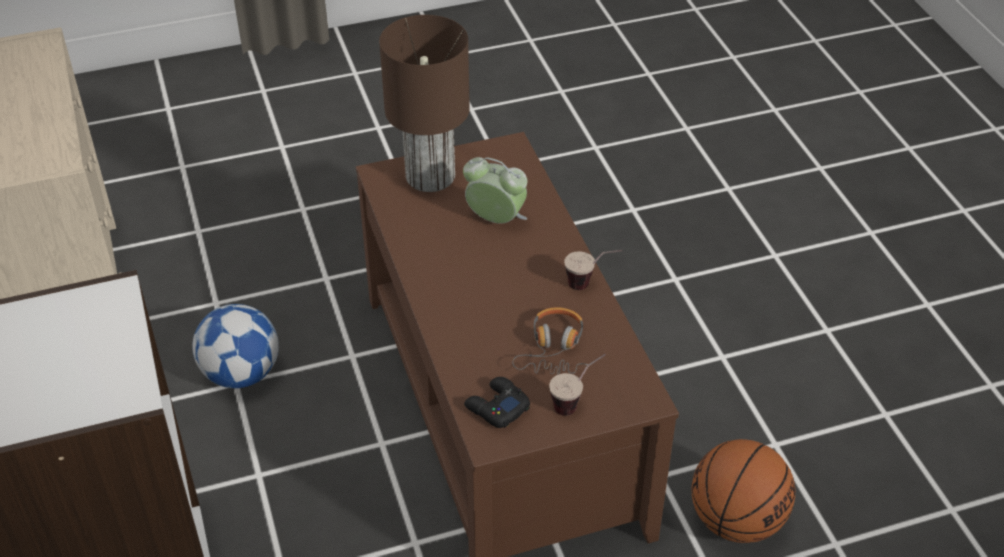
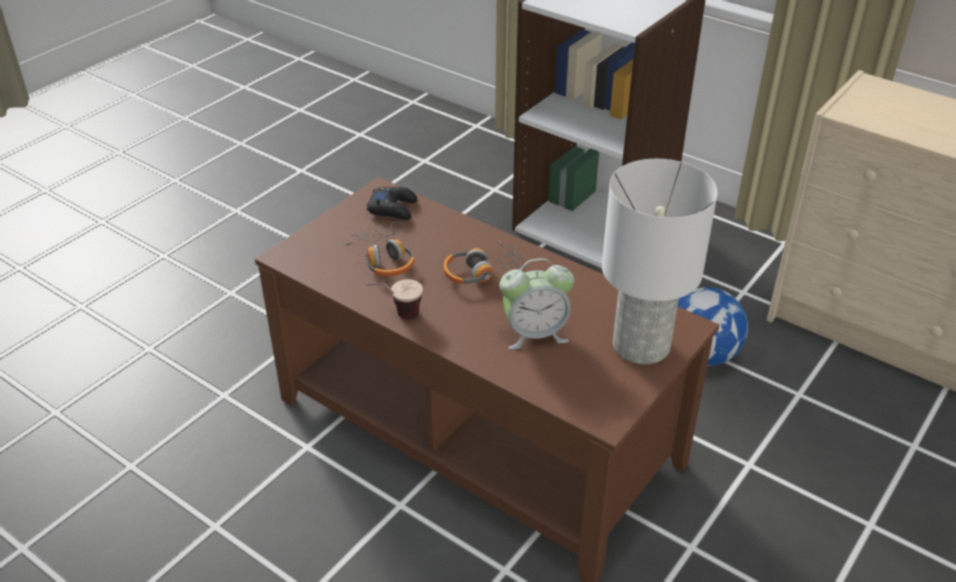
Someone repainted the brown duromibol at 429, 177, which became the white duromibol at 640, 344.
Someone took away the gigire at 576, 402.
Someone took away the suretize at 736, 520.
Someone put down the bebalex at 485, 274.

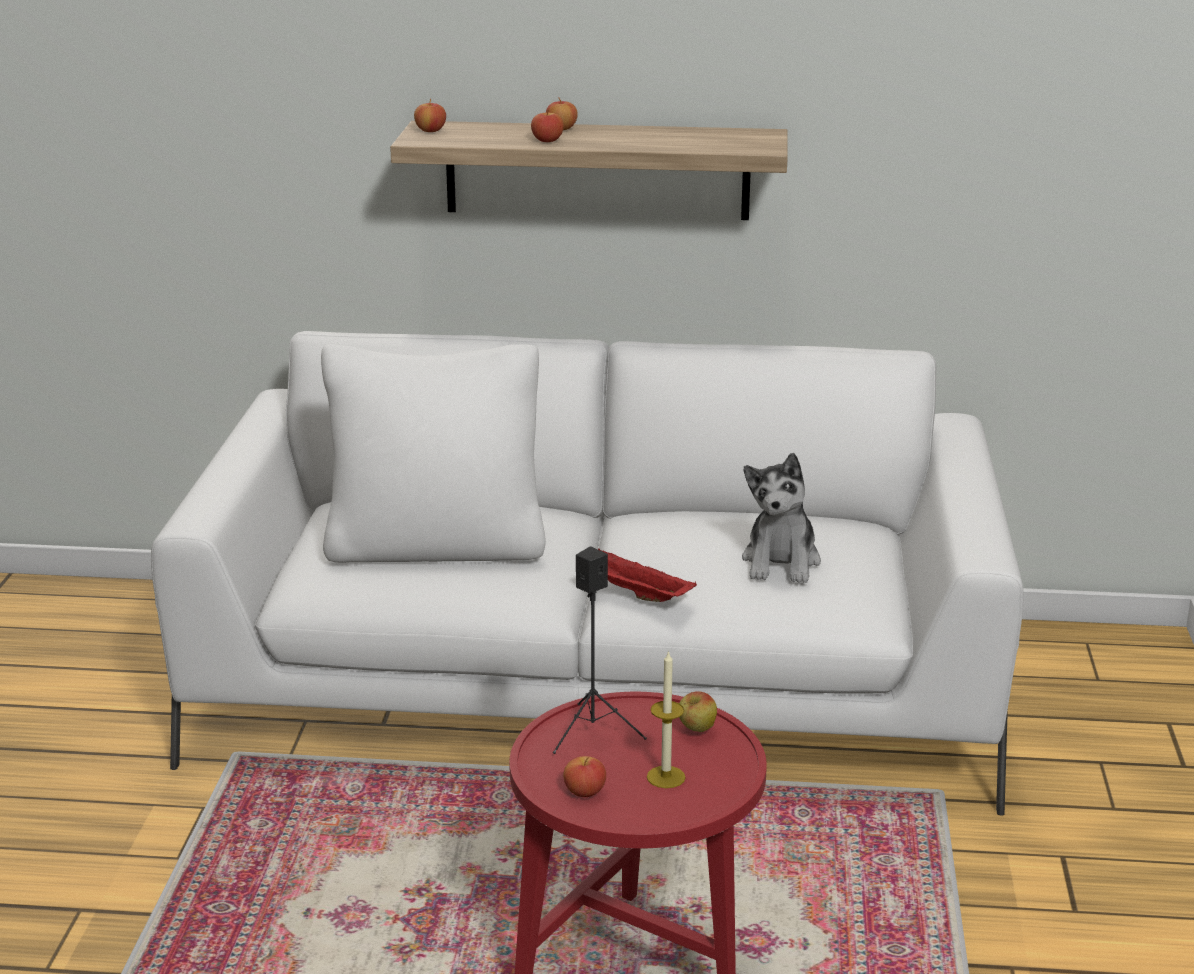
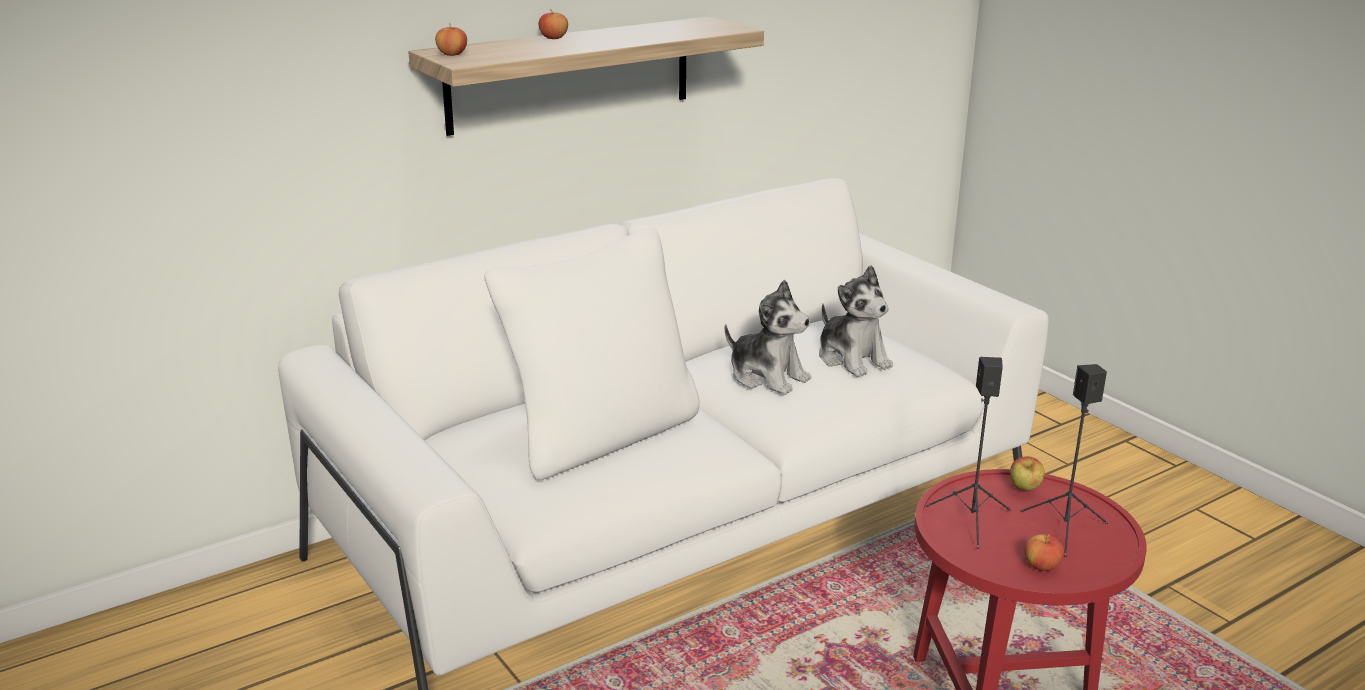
Someone took away the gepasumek at 547, 140.
Someone took away the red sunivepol at 634, 593.
Someone swapped the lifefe at 666, 777 for the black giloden at 1064, 530.
Someone put down the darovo at 767, 377.

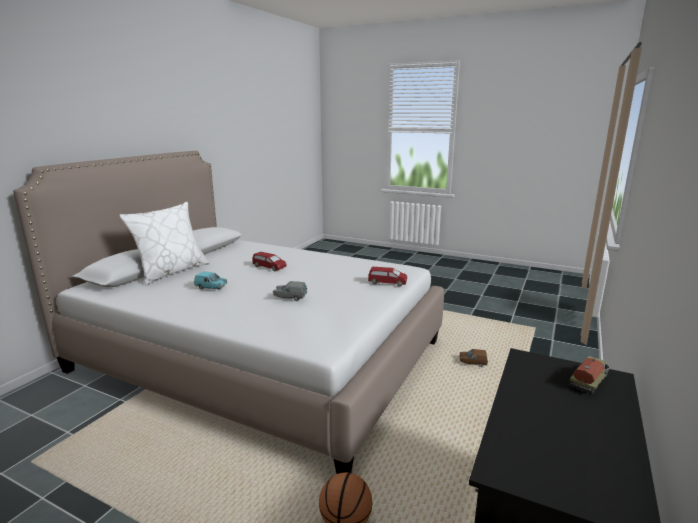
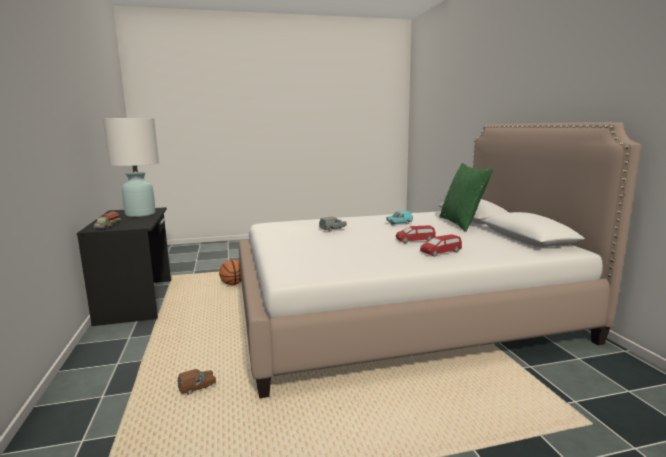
Someone repainted the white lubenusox at 171, 272, which became the green lubenusox at 462, 223.
Someone carried the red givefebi from 387, 282 to 441, 252.
Someone put down the white duromibol at 140, 214.

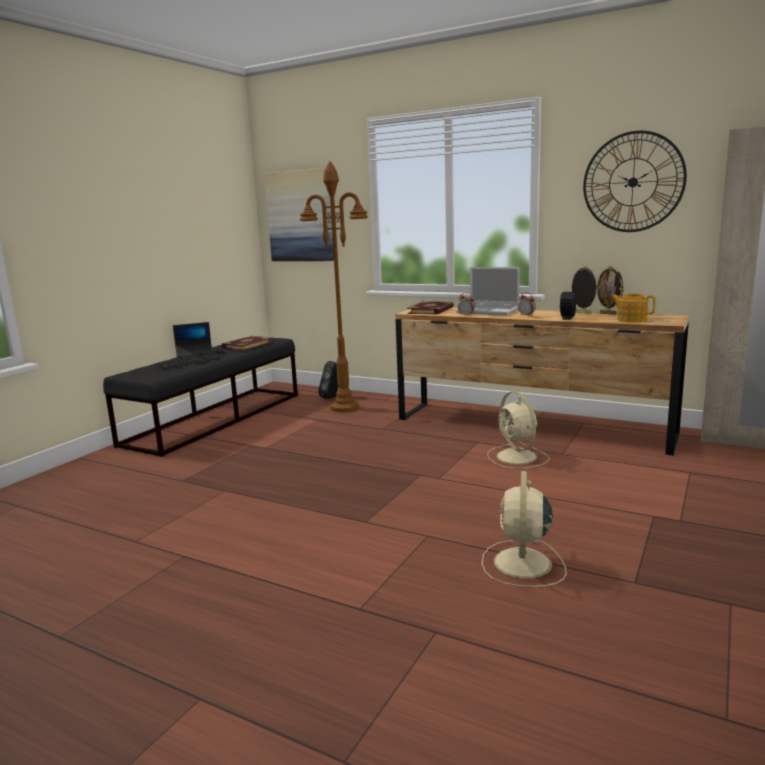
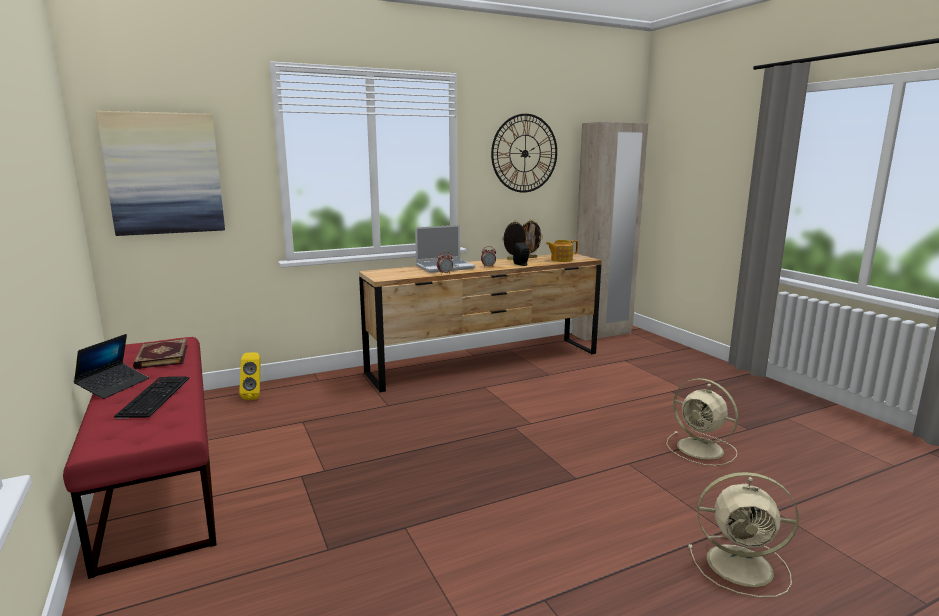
Someone repainted the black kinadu at 216, 418, which became the red kinadu at 161, 471.
Someone took away the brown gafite at 344, 408.
Someone repainted the black giloden at 332, 397, which became the yellow giloden at 254, 396.
Someone took away the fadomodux at 431, 310.
Someone carried the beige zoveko from 517, 457 to 742, 565.

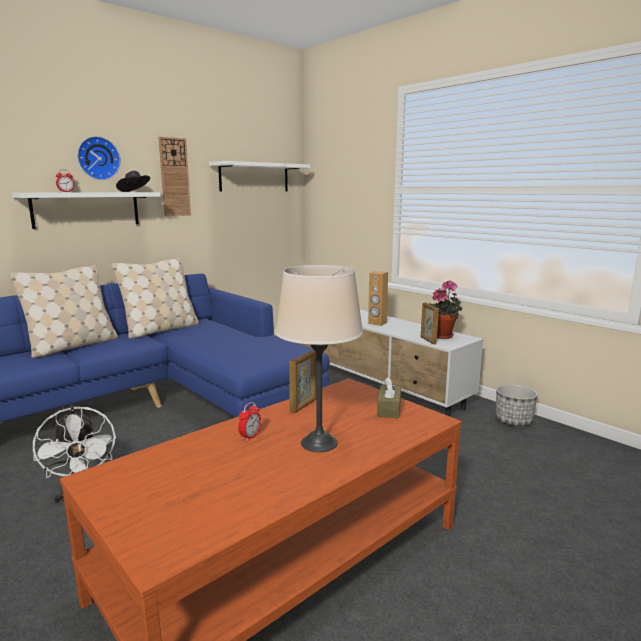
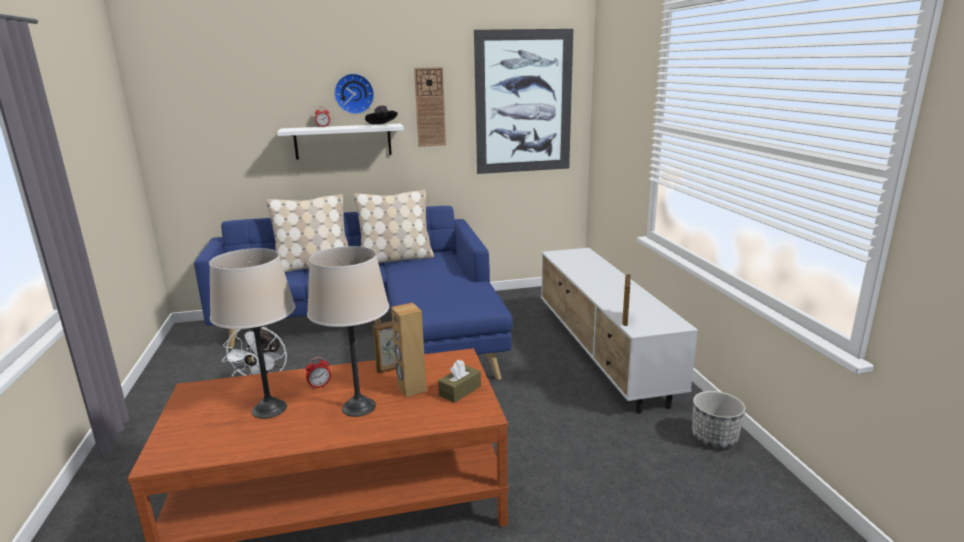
Someone swapped the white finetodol at 254, 177 for the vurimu at 523, 102.
Someone carried the brown giloden from 377, 323 to 411, 388.
Someone took away the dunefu at 444, 336.
Someone put down the beige duromibol at 269, 409.

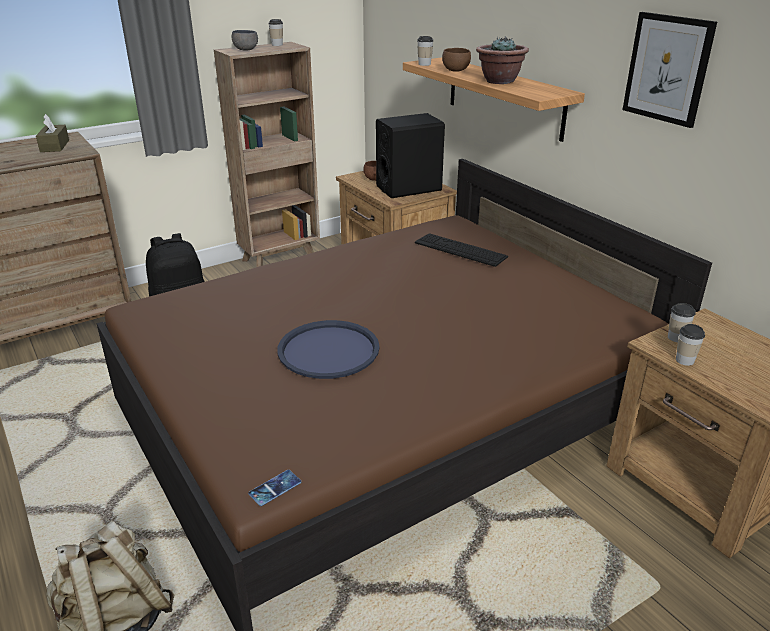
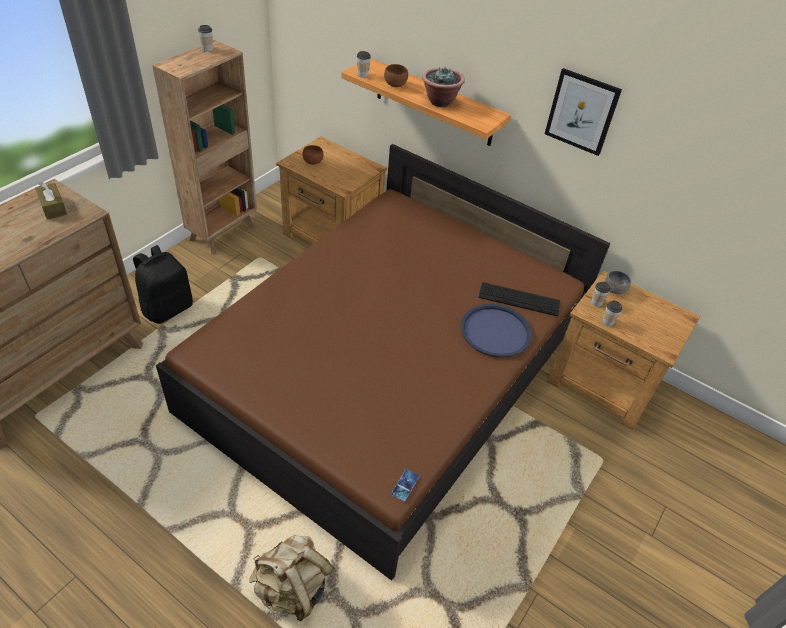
Someone carried the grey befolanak from 246, 49 to 614, 289.
Someone carried the blue sunivepol from 328, 350 to 495, 331.
Someone took away the black giloden at 409, 188.
Someone carried the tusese from 460, 250 to 519, 299.

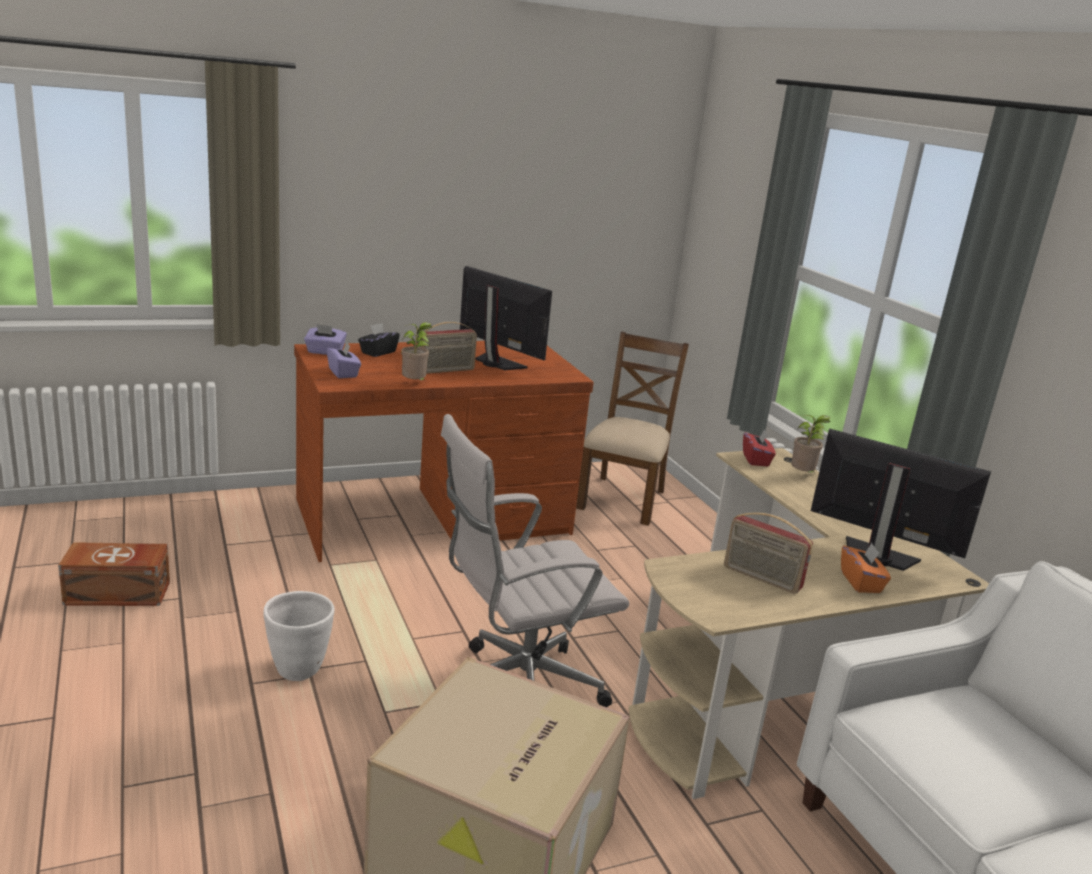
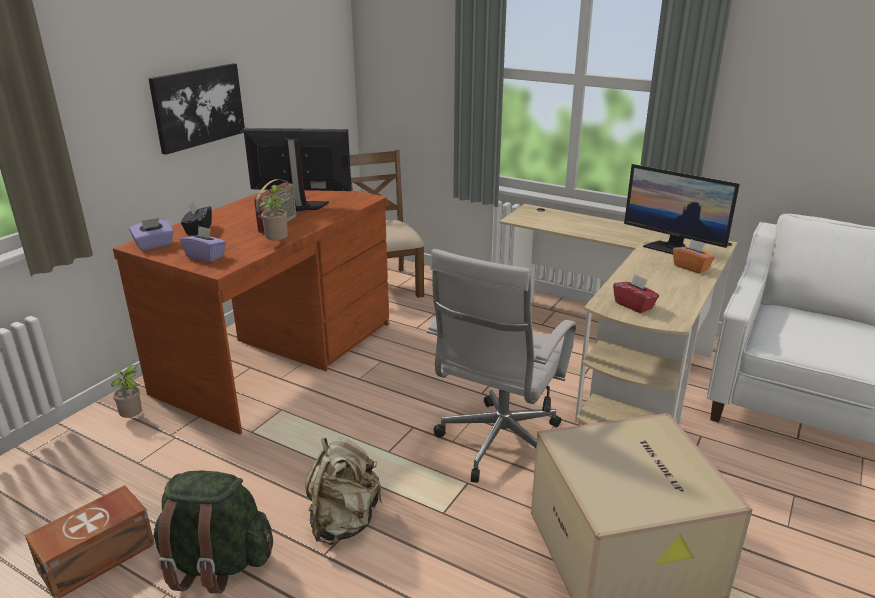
Someone swapped the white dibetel at 299, 669 for the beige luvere at 344, 522.
Someone took away the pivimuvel at 761, 578.
Someone carried the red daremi from 756, 460 to 634, 305.
Someone carried the dunefu from 803, 476 to 134, 418.
Someone rotated the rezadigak at 878, 556 by 135 degrees counterclockwise.
Someone put up the vurimu at 198, 106.
Someone put down the green luvere at 216, 563.

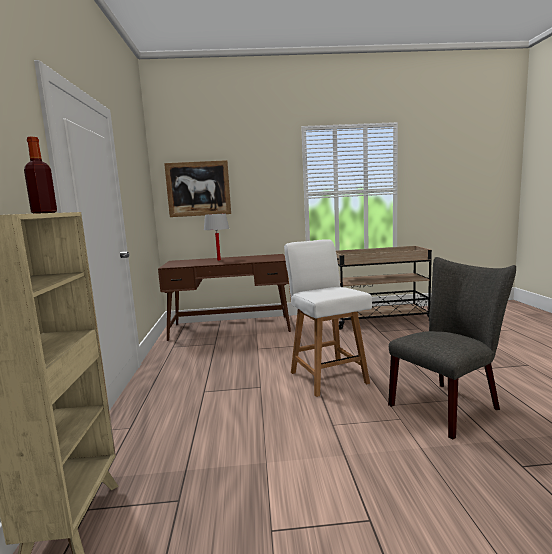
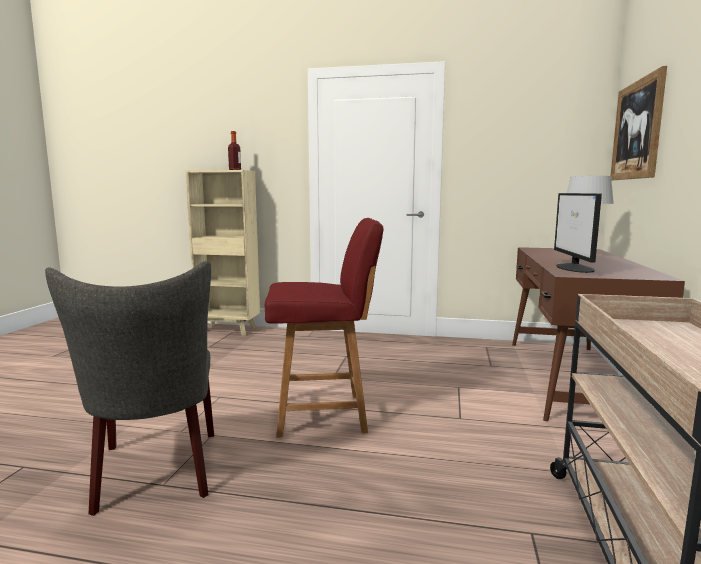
Someone repainted the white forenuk at 327, 377, which became the red forenuk at 324, 415.
Someone put down the rezadigak at 574, 268.

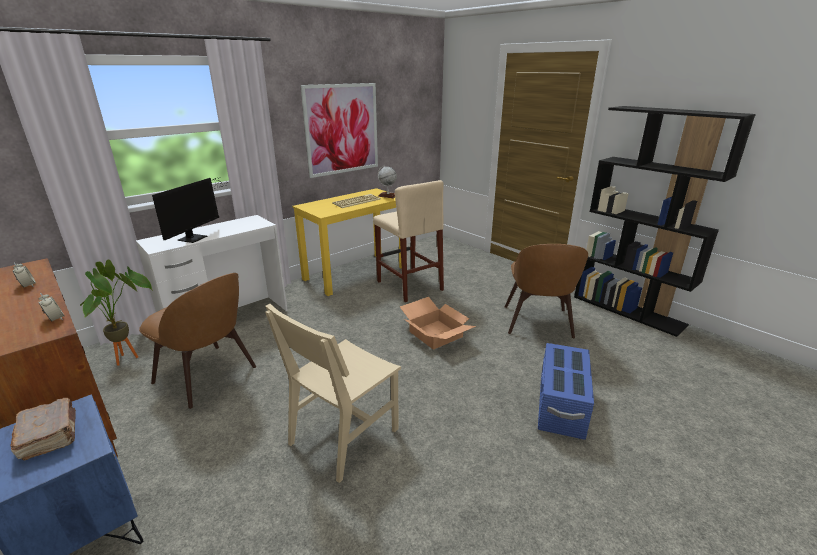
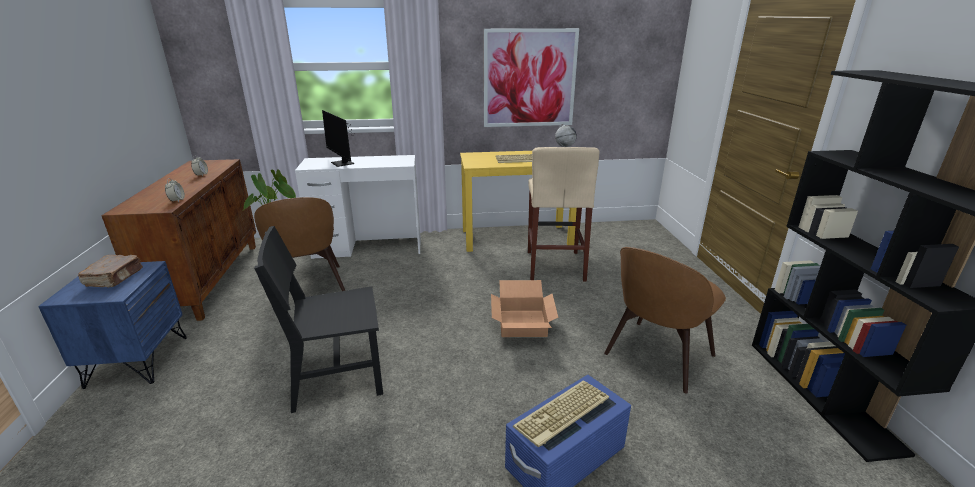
Someone rotated the rezadigak at 196, 237 by 90 degrees clockwise.
Someone repainted the beige forenuk at 344, 436, which became the black forenuk at 337, 378.
Someone put down the tusese at 562, 414.

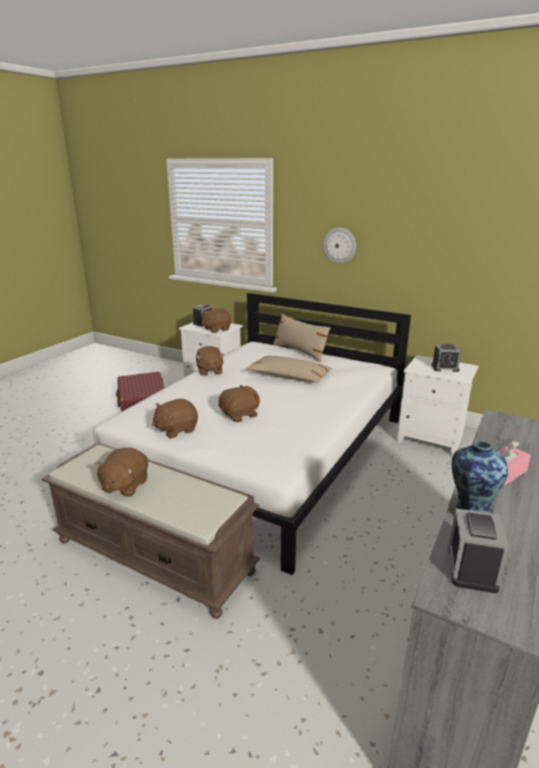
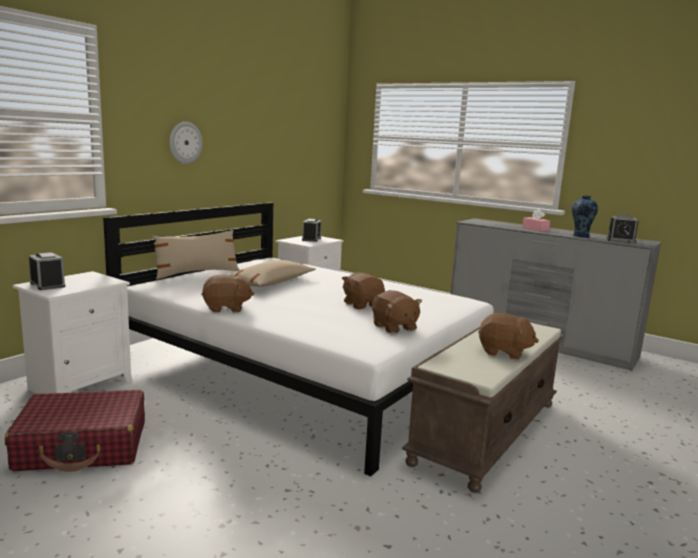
Someone took away the brown darovo at 216, 329.

